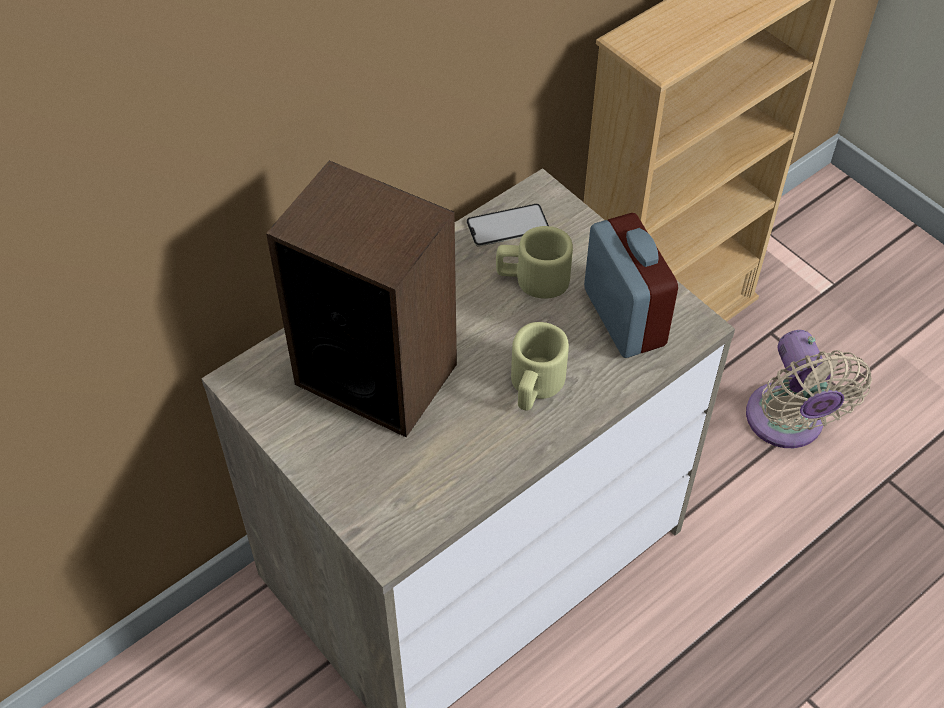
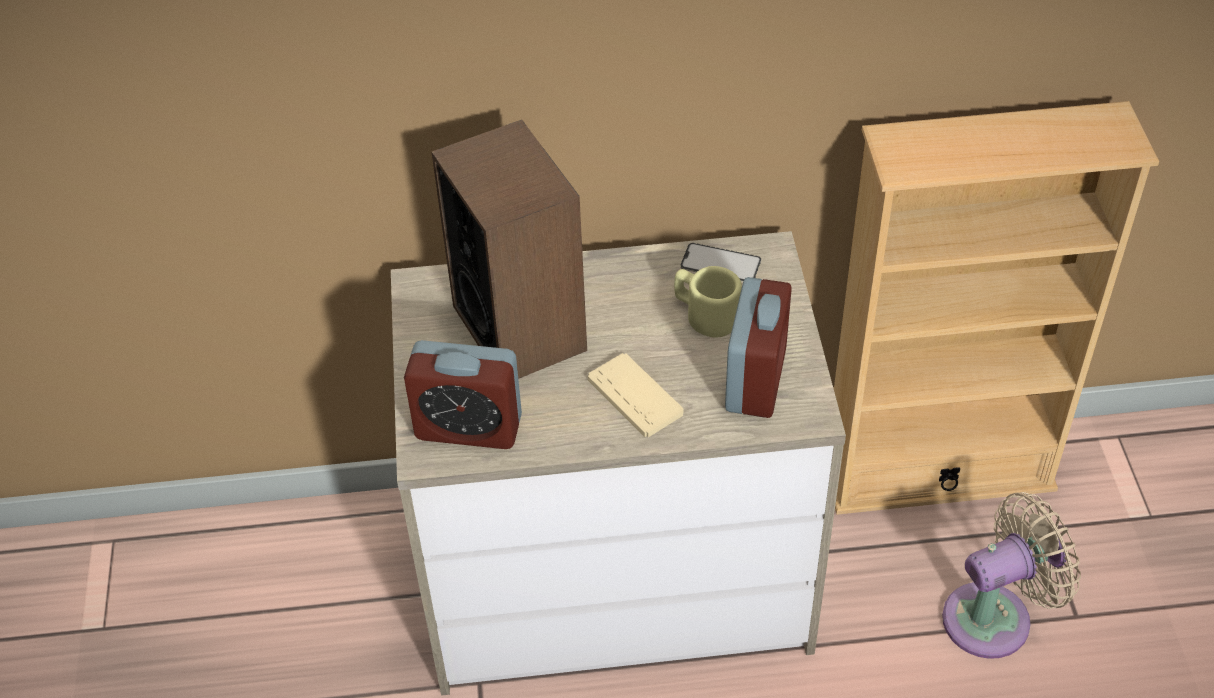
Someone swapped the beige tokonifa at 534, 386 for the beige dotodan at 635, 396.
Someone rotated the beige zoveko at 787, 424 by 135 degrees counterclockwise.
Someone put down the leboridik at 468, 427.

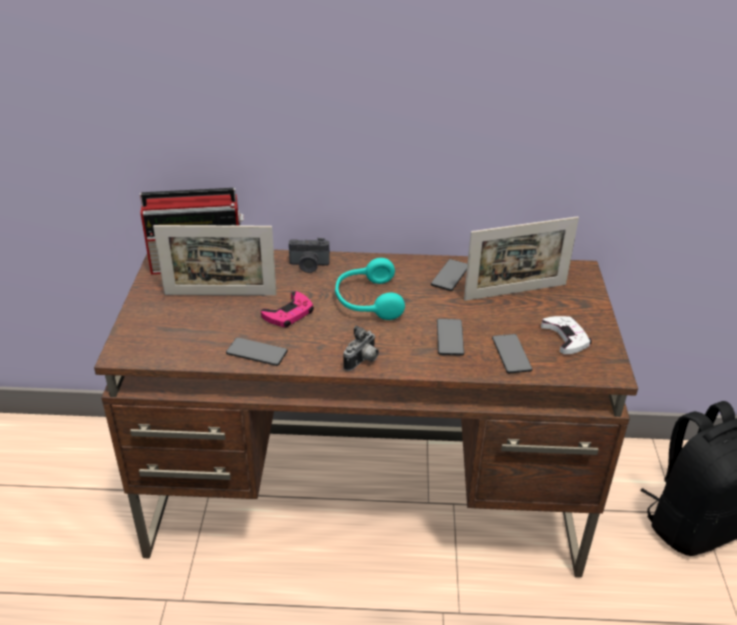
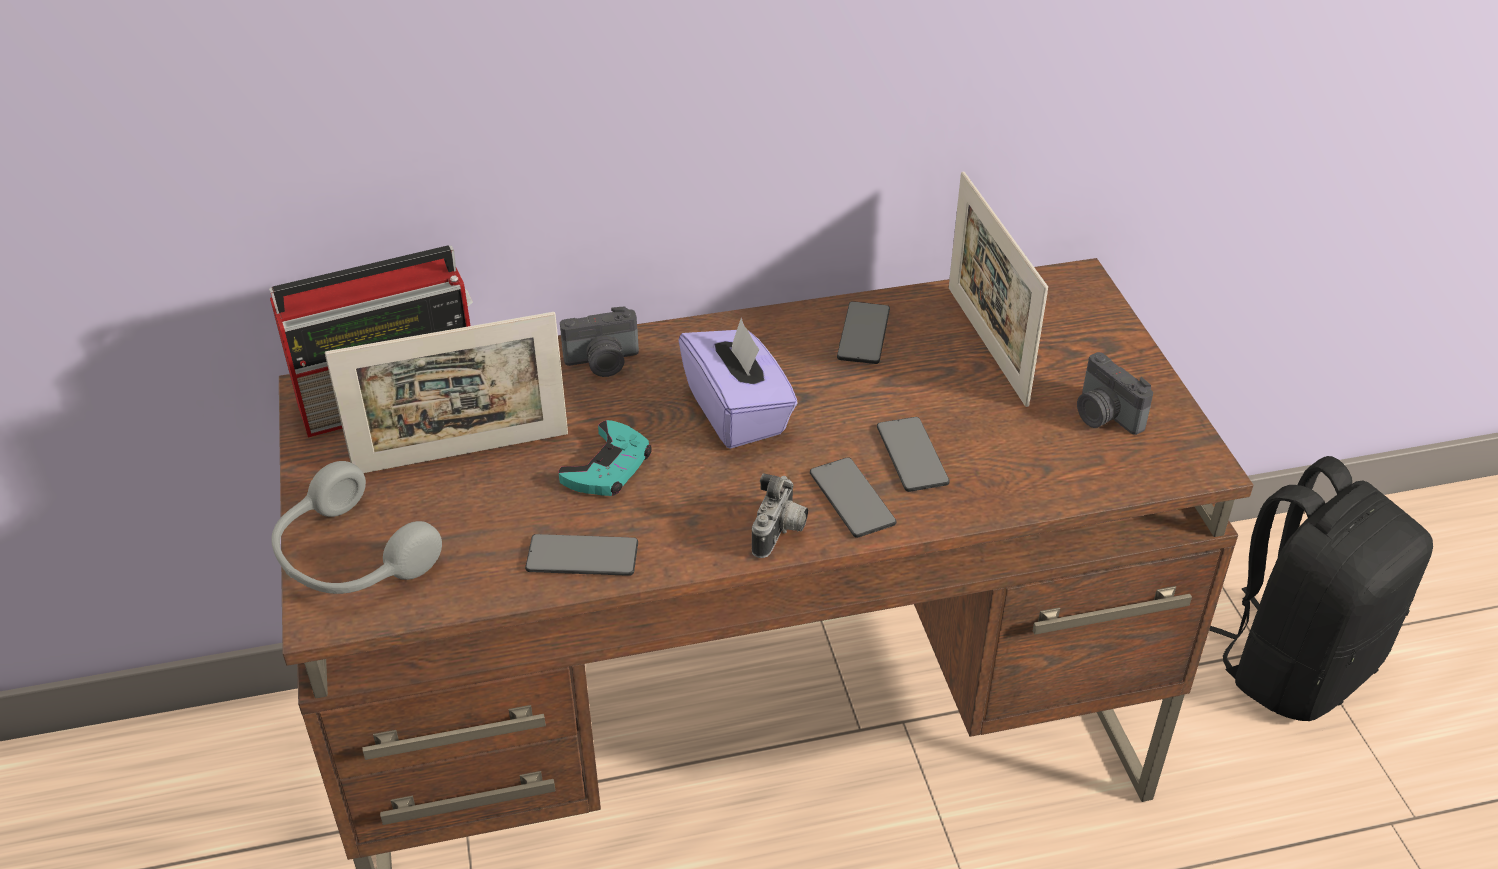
Someone repainted the pink dotodan at 289, 314, which became the turquoise dotodan at 608, 467.
Someone swapped the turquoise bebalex at 367, 301 for the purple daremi at 738, 412.
Someone rotated the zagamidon at 515, 292 by 105 degrees clockwise.
Someone carried the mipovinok from 511, 354 to 852, 499.
Someone swapped the white dotodan at 566, 338 for the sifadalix at 1104, 415.
Someone put down the grey bebalex at 349, 558.

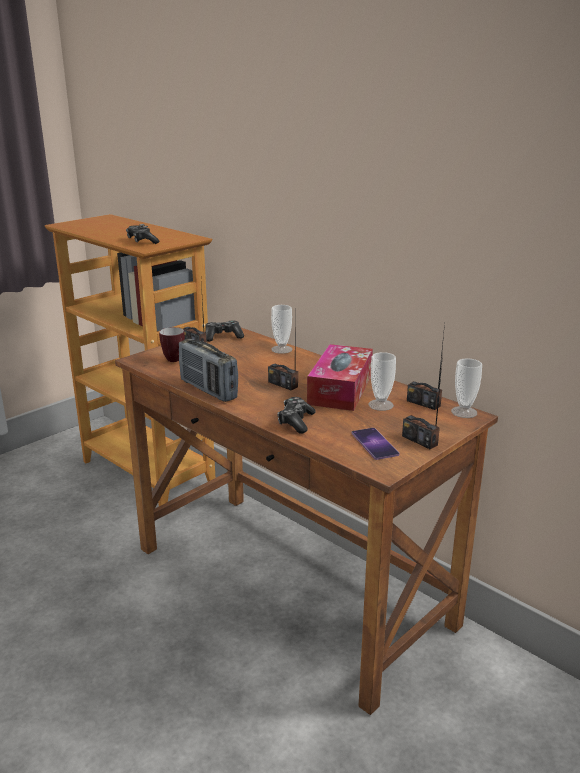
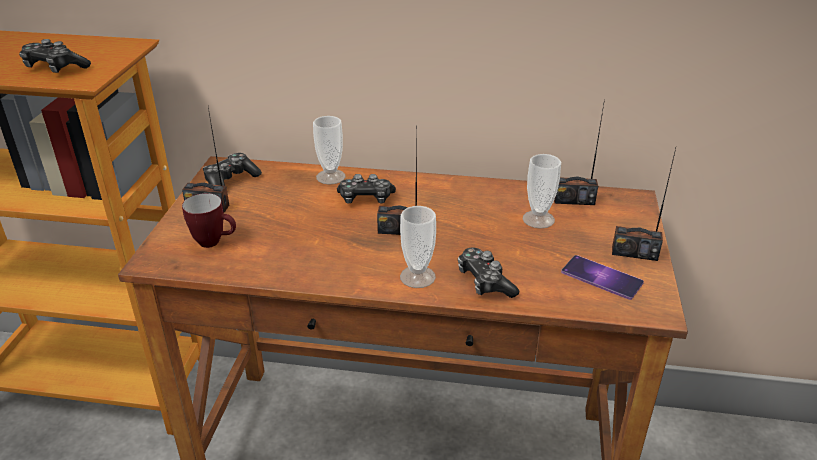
Someone took away the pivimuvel at 208, 390.
Someone took away the daremi at 340, 389.
Someone carried the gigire from 464, 412 to 417, 277.
Someone put down the dotodan at 365, 198.

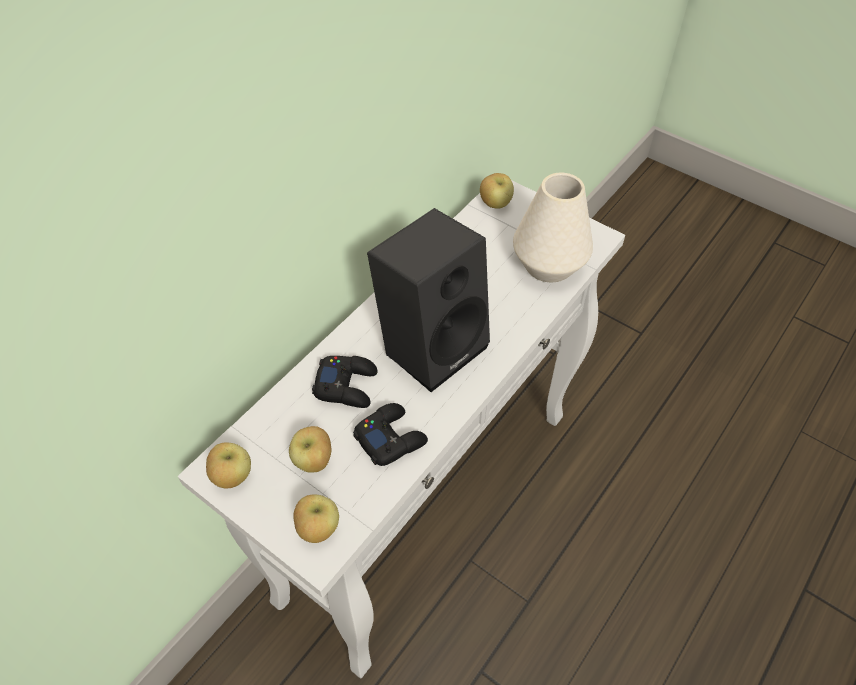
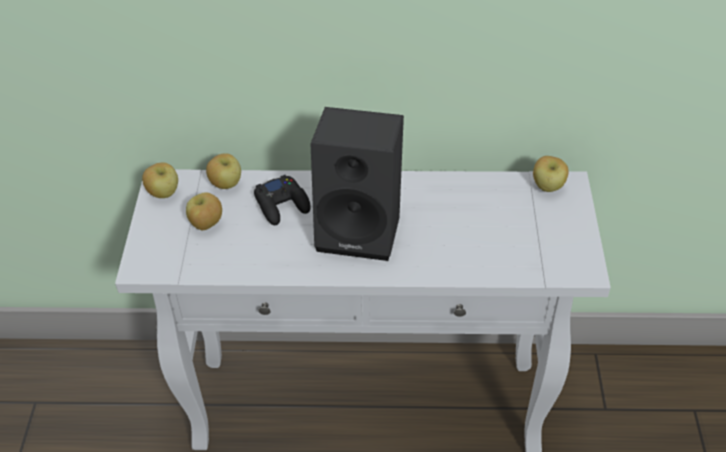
Someone carried the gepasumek from 318, 529 to 226, 184.
Someone took away the black dotodan at 390, 438.
Someone took away the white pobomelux at 548, 264.

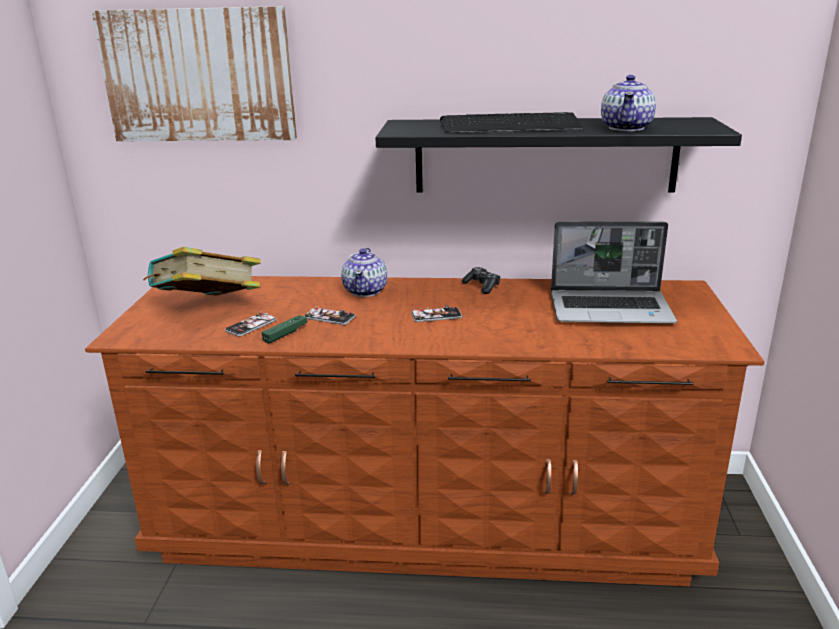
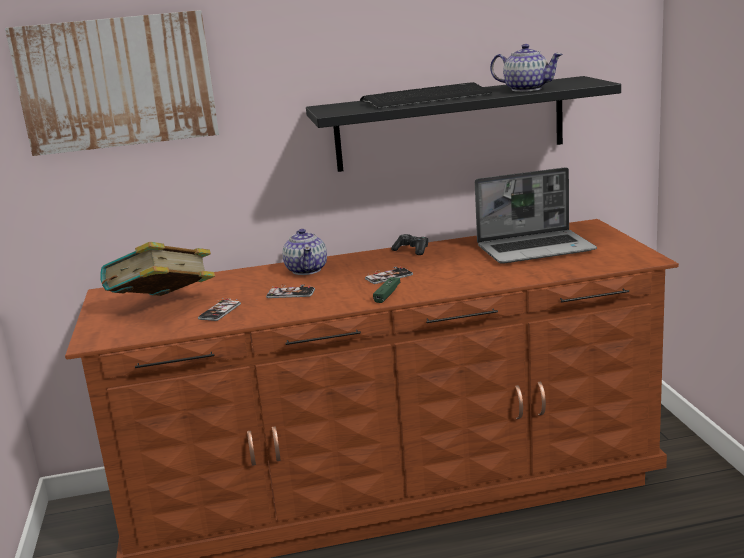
Someone carried the green dotodan from 285, 334 to 387, 294.
Someone rotated the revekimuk at 626, 128 by 60 degrees counterclockwise.

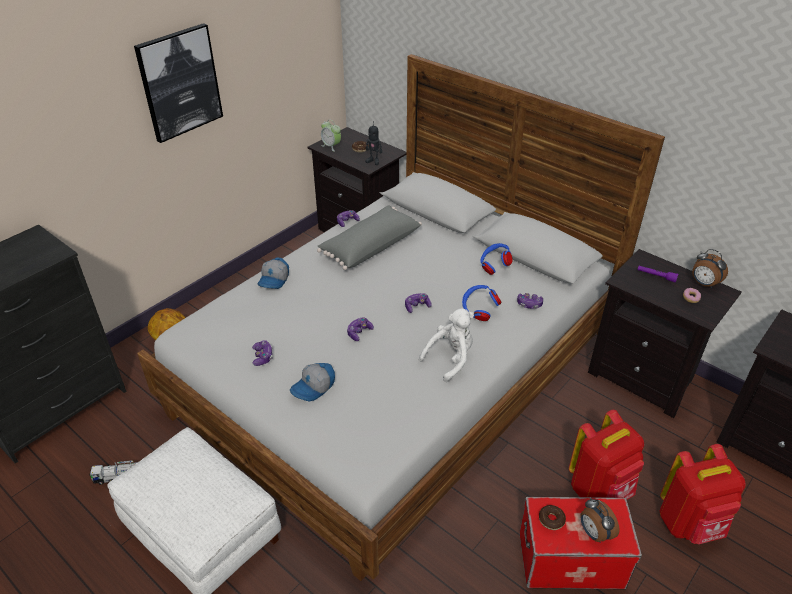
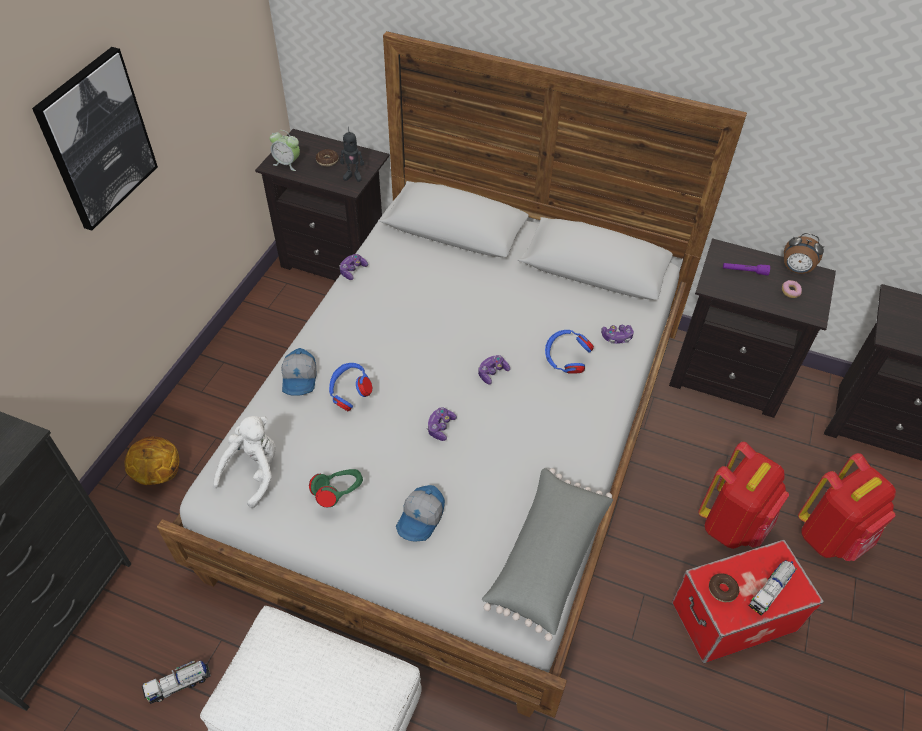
Someone swapped the dotodan at 262, 357 for the green bebalex at 339, 494.
Someone carried the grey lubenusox from 370, 246 to 546, 557.
Someone carried the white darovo from 450, 358 to 254, 472.
Someone carried the blue bebalex from 494, 267 to 350, 395.
Someone swapped the leboridik at 594, 533 for the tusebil at 769, 591.

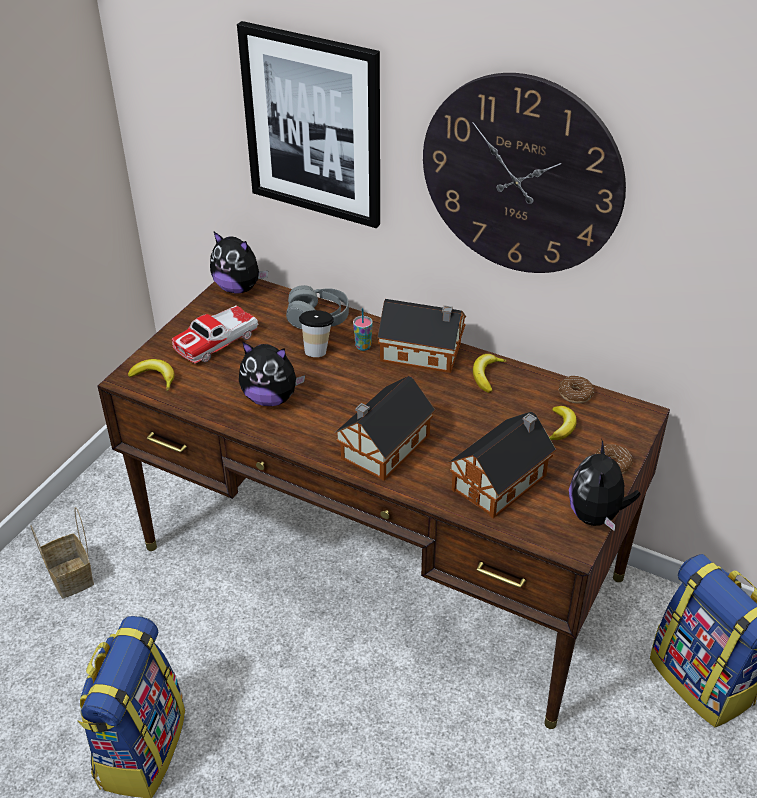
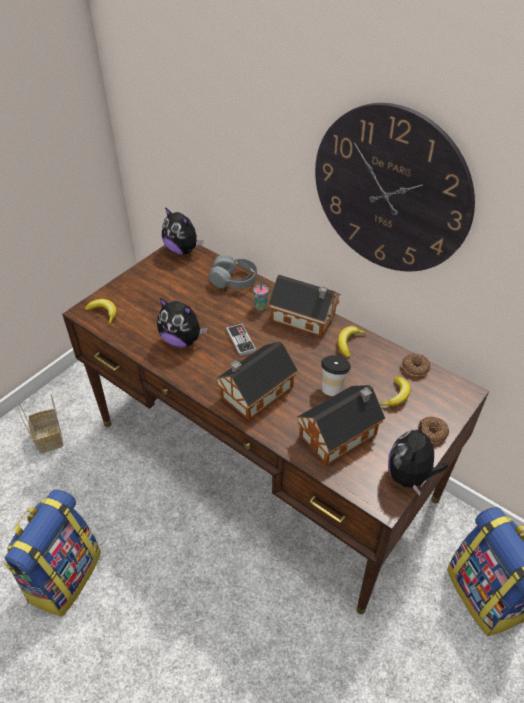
Someone took away the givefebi at 216, 341.
Someone took away the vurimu at 313, 125.
Someone carried the gigire from 317, 350 to 332, 387.
Someone put down the dotodan at 241, 340.

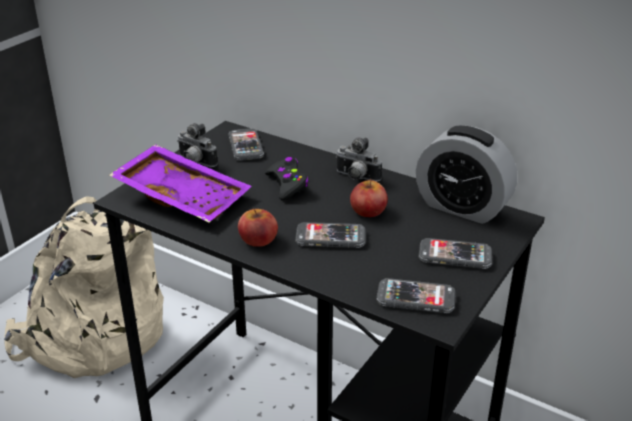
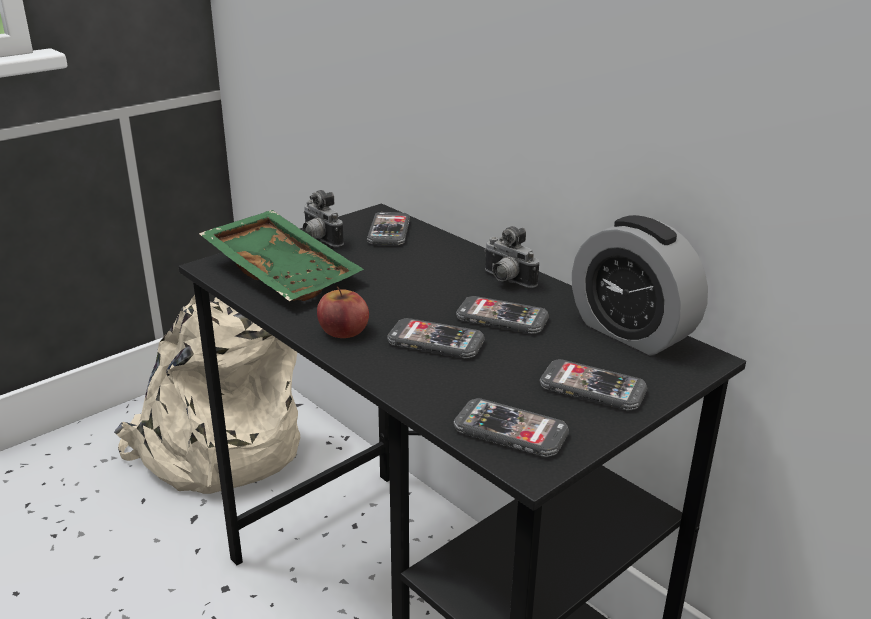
Someone repainted the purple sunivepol at 184, 196, which became the green sunivepol at 284, 272.
Someone took away the black dotodan at 287, 185.
Someone swapped the gepasumek at 368, 210 for the mipovinok at 502, 318.

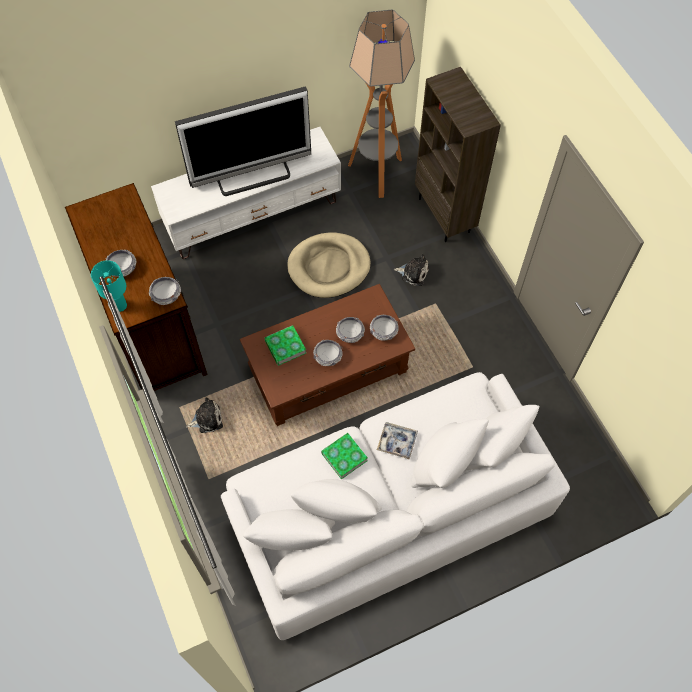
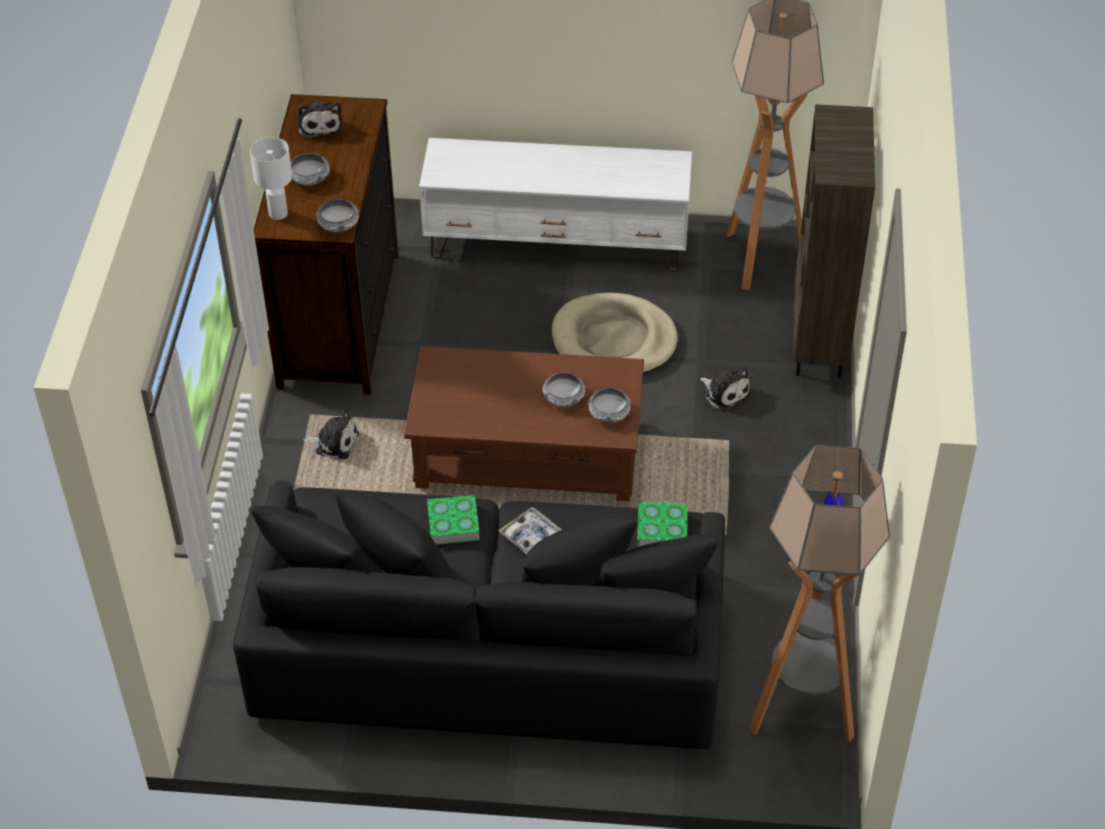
Someone repainted the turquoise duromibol at 120, 305, which became the white duromibol at 278, 213.
Someone took away the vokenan at 253, 175.
Someone repainted the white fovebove at 388, 509, which became the black fovebove at 490, 643.
Someone carried the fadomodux from 285, 347 to 662, 529.
Someone took away the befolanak at 328, 356.
Someone put down the darovo at 320, 125.
Someone put down the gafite at 802, 711.

